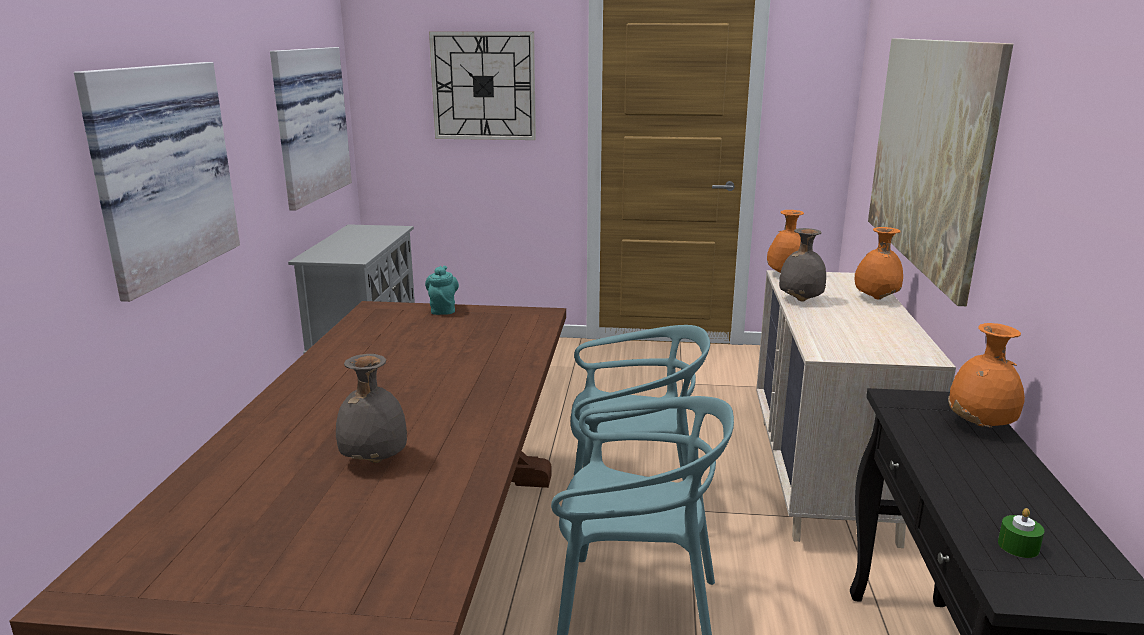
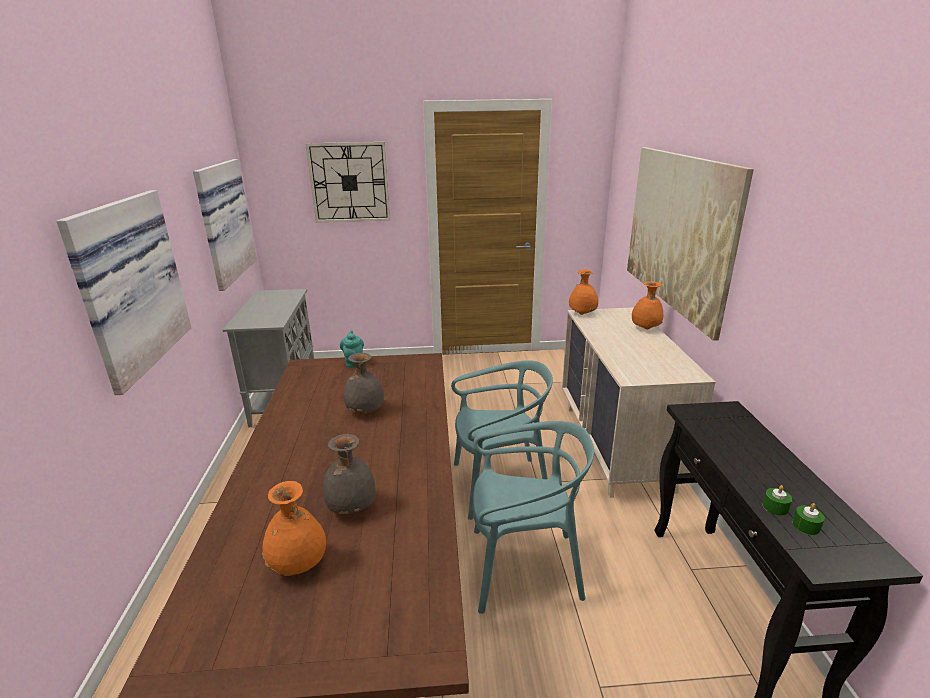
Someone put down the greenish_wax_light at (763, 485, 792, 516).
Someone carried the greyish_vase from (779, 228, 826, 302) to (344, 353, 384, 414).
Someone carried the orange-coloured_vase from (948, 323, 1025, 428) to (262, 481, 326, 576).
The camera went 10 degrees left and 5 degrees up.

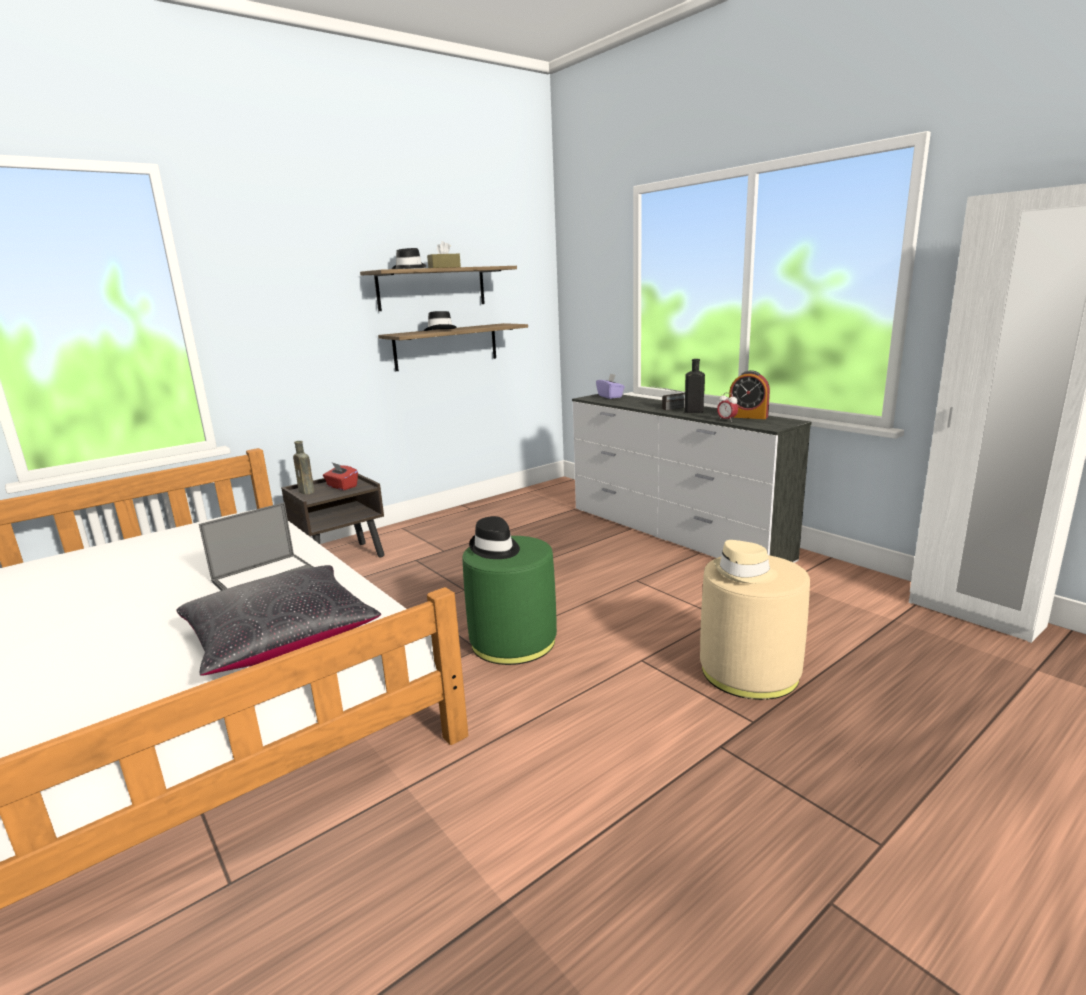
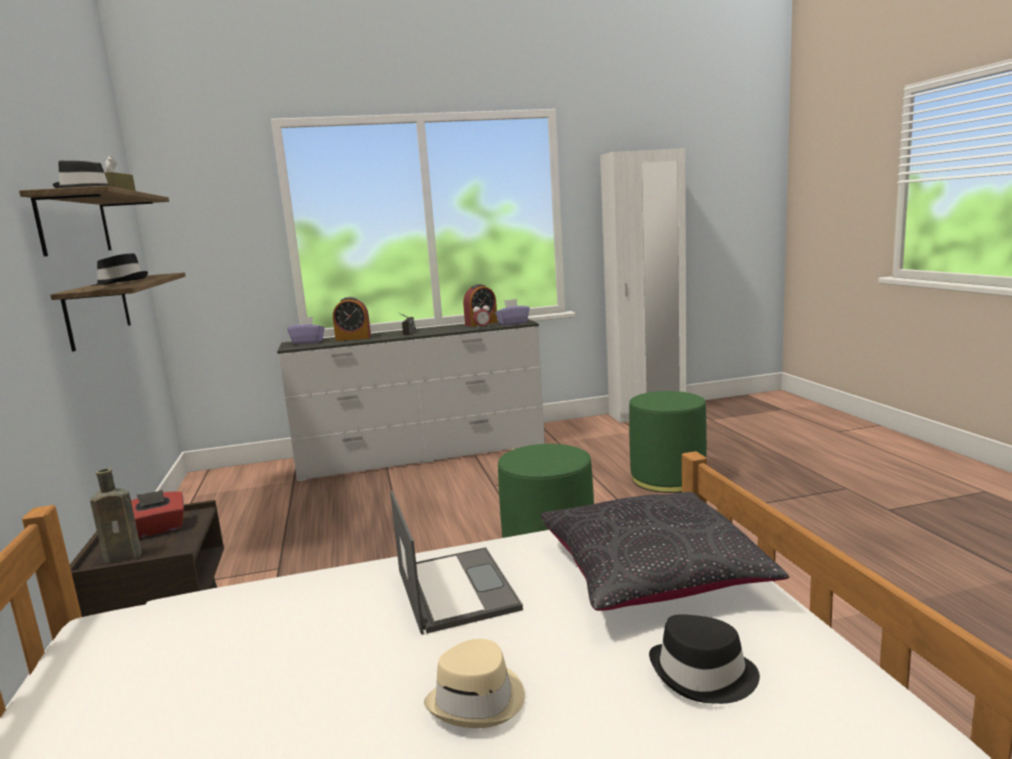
Someone took away the black-coloured_beverage_bottle at (685, 359, 705, 413).
Someone put down the alarm_clock at (333, 297, 371, 341).
Someone put down the purple-coloured_tissue_box at (495, 299, 529, 326).
Someone carried the black-coloured_hat from (469, 516, 520, 559) to (649, 614, 760, 704).
Someone carried the beige-coloured_hat from (714, 540, 778, 584) to (424, 639, 525, 728).
Someone repainted the beige-coloured_footrest at (700, 555, 810, 700), which became the greenish_footrest at (629, 391, 707, 493).
The camera went 65 degrees left and 5 degrees down.

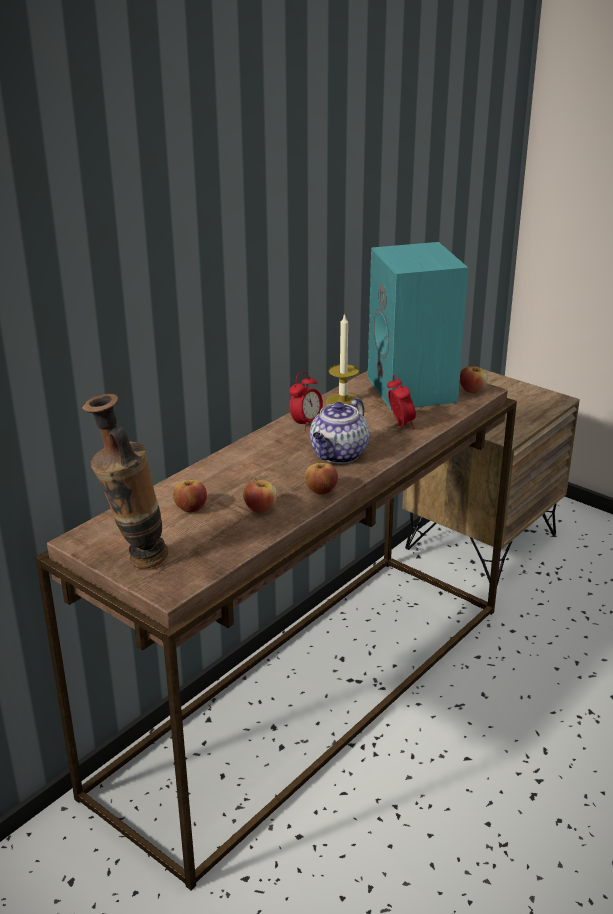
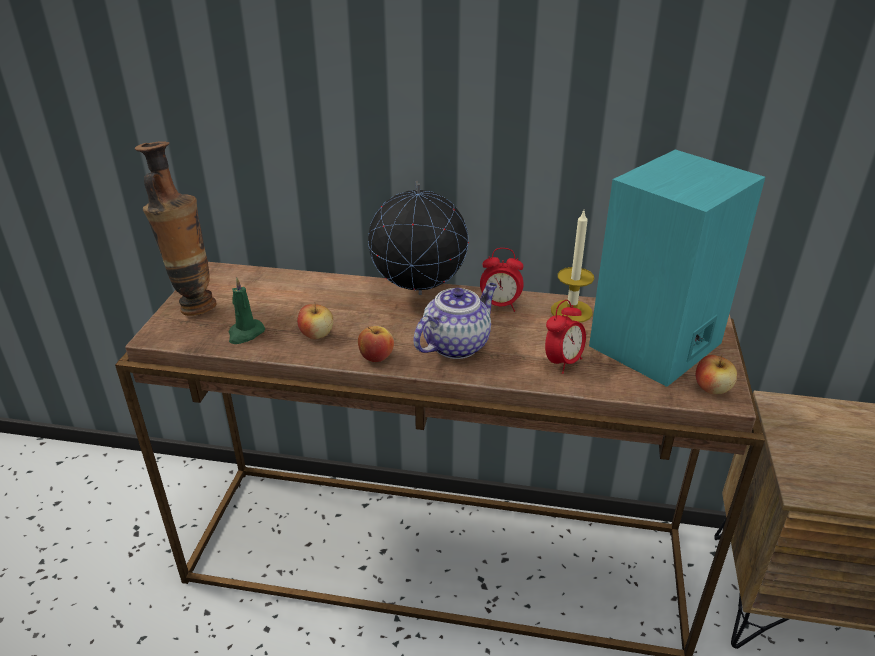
Someone took away the whole_apple at (173, 480, 207, 513).
Someone put down the greenish_wax_light at (229, 278, 265, 344).
Someone put down the globe at (368, 181, 469, 295).
Someone rotated the pot_for_tea at (310, 398, 369, 463) by 135 degrees clockwise.
The camera went 60 degrees right and 5 degrees up.

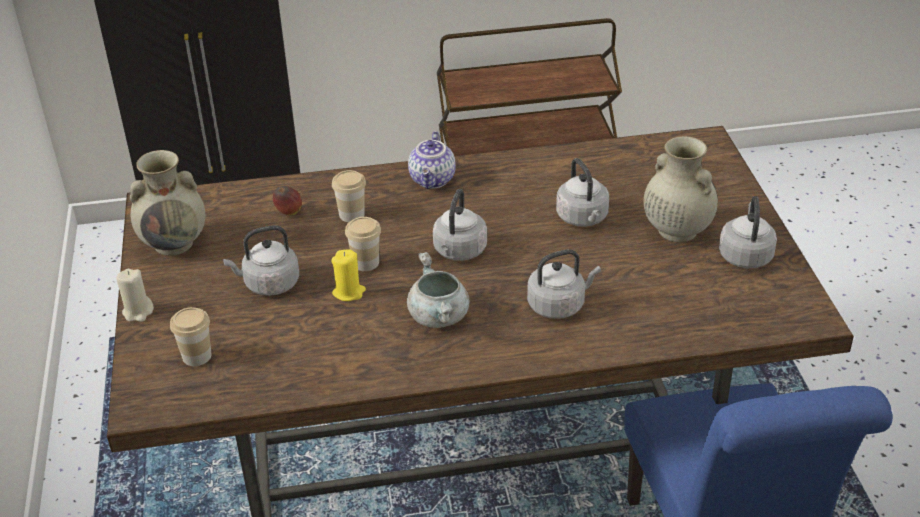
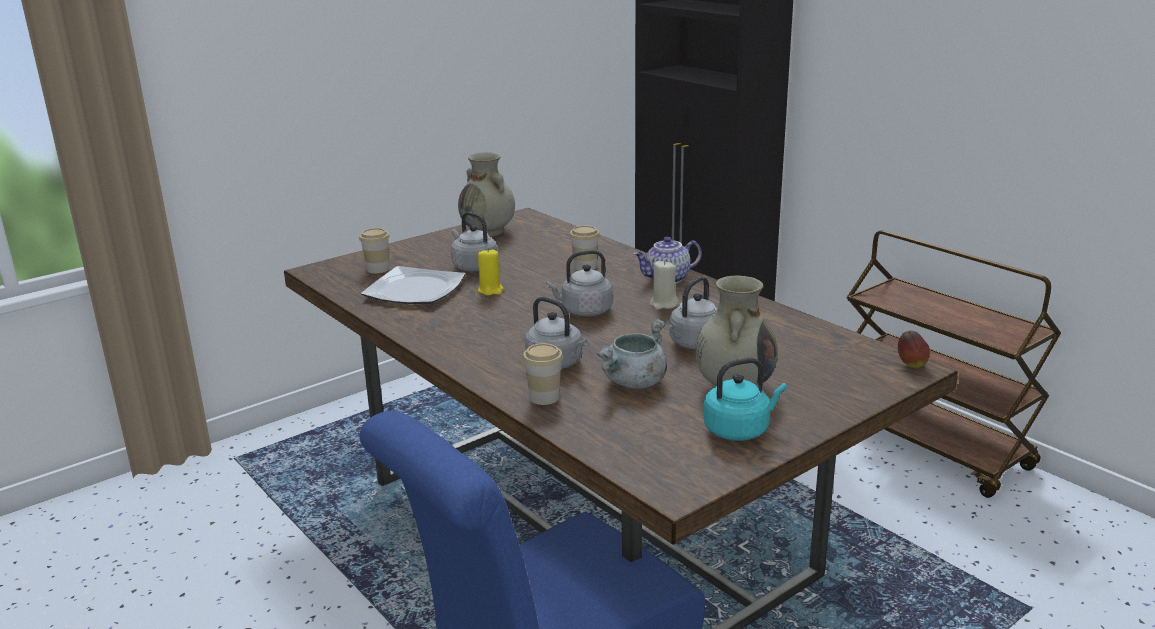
Someone put down the dinner_plate at (361, 266, 465, 304).
Someone carried the beige-coloured_wax_light from (116, 269, 154, 322) to (649, 260, 679, 310).
Someone carried the whole_apple from (273, 186, 302, 215) to (898, 331, 930, 368).
Someone carried the drinking_cup from (345, 217, 381, 271) to (523, 343, 563, 405).
Someone carried the greyish_saucepot from (407, 252, 469, 328) to (596, 319, 667, 389).
Someone repainted the greyish_kettle at (719, 196, 777, 268), which became the turquoise-coloured_kettle at (704, 358, 787, 441).
The camera went 60 degrees right and 15 degrees down.

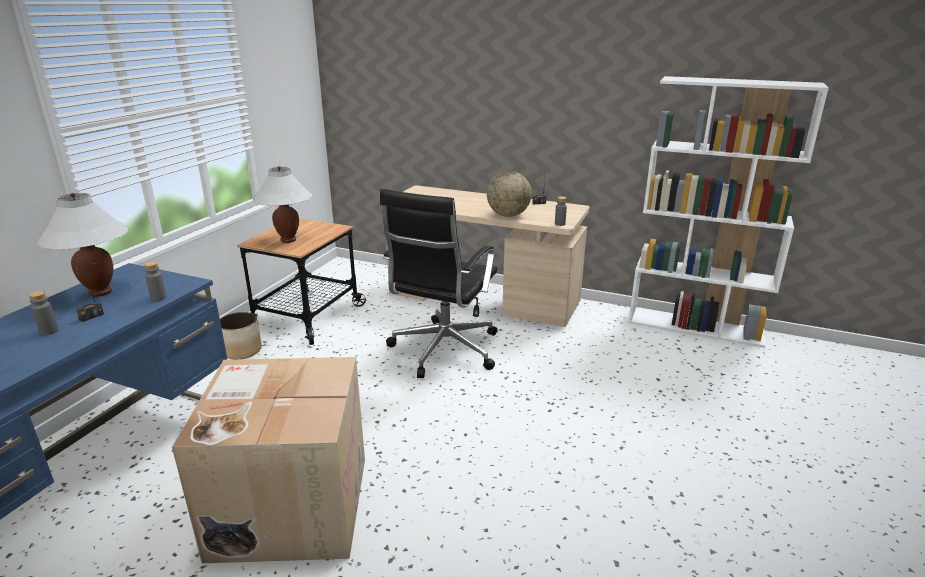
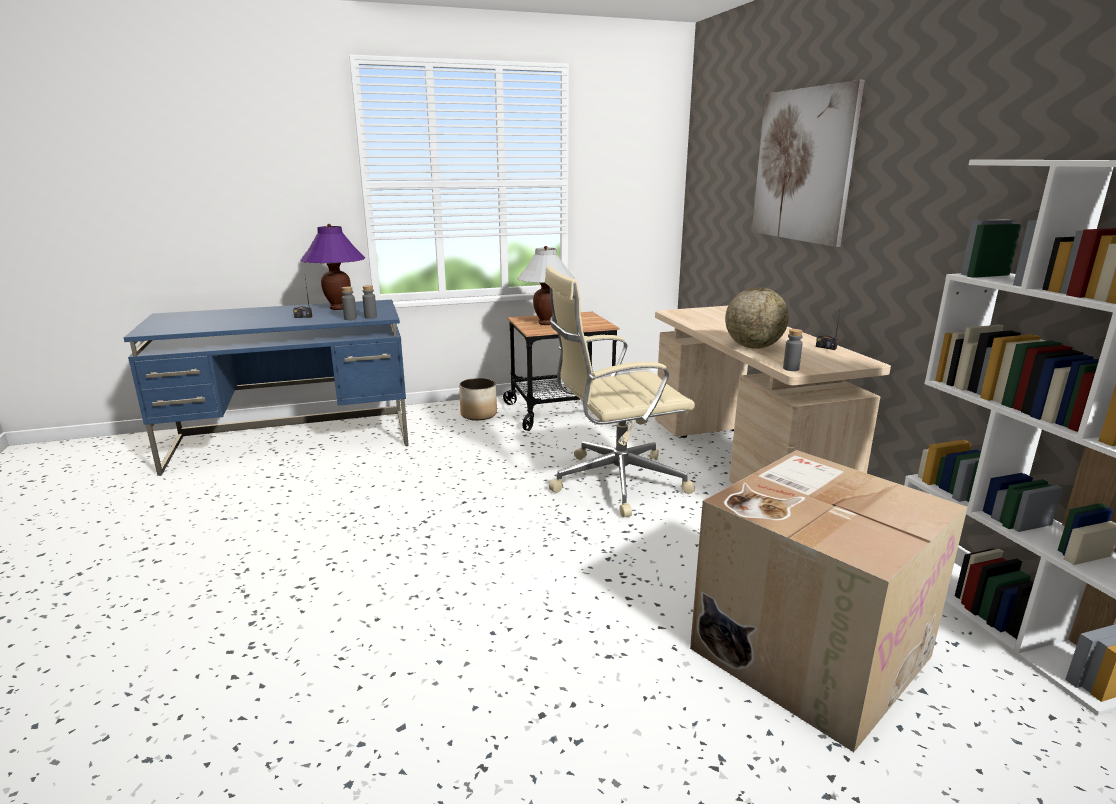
Someone put up the wall_art at (752, 80, 864, 247).
Someone carried the greyish_beverage_bottle from (29, 291, 59, 335) to (362, 285, 377, 319).
Someone carried the packing_box from (172, 357, 365, 563) to (690, 450, 968, 752).
Someone repainted the whitish_table_lamp at (37, 193, 129, 297), which became the purple-coloured_table_lamp at (300, 224, 365, 310).
Someone repainted the black-coloured_office_chair at (380, 189, 497, 378), which became the beige-coloured_office_chair at (545, 266, 695, 517).
The camera went 50 degrees right and 5 degrees down.

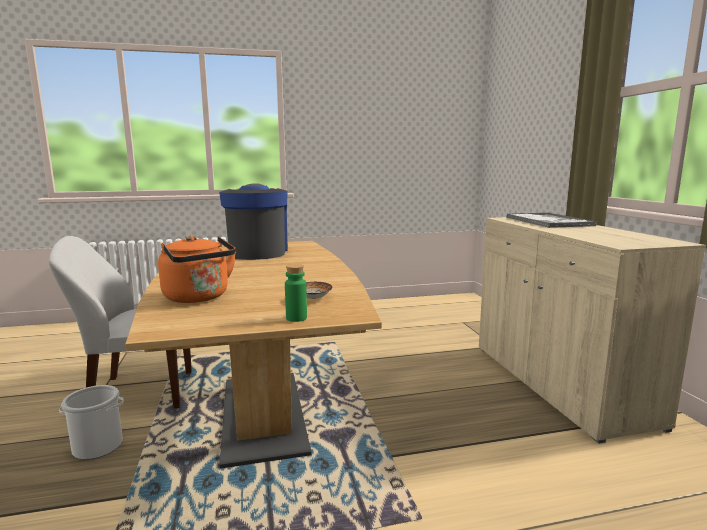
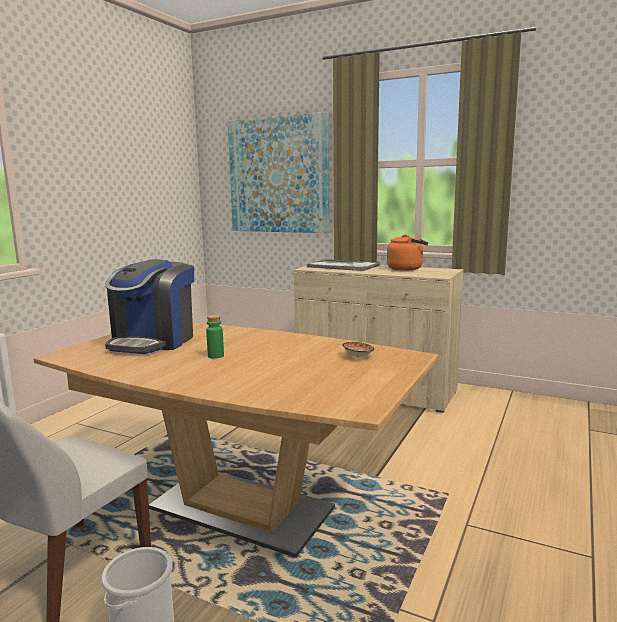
Someone put up the wall_art at (228, 112, 330, 233).
Someone carried the orange-coloured_kettle from (158, 235, 236, 303) to (387, 234, 428, 271).
Someone carried the greenish_beverage_bottle from (285, 264, 307, 322) to (206, 315, 224, 359).
Someone rotated the coffee_maker at (219, 183, 288, 260) by 105 degrees counterclockwise.
The camera went 50 degrees left and 0 degrees up.

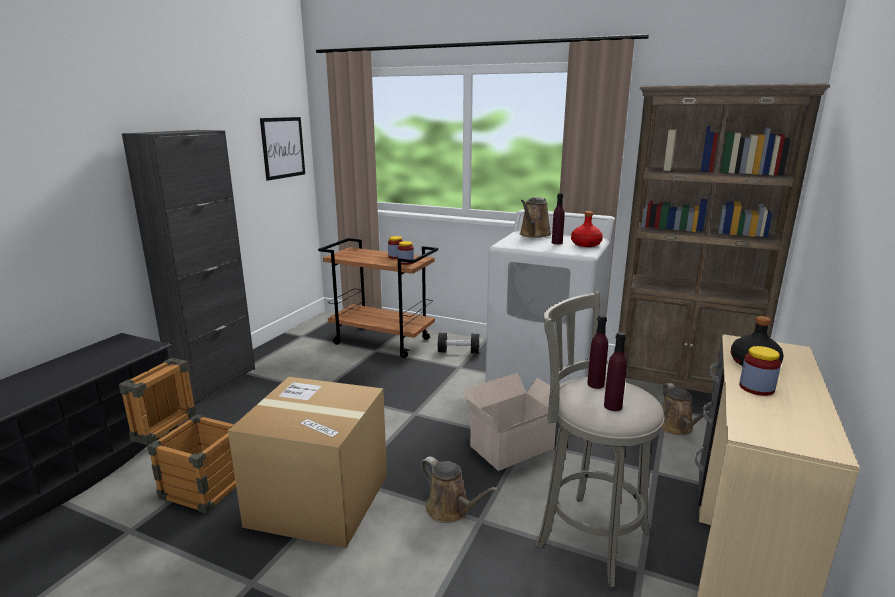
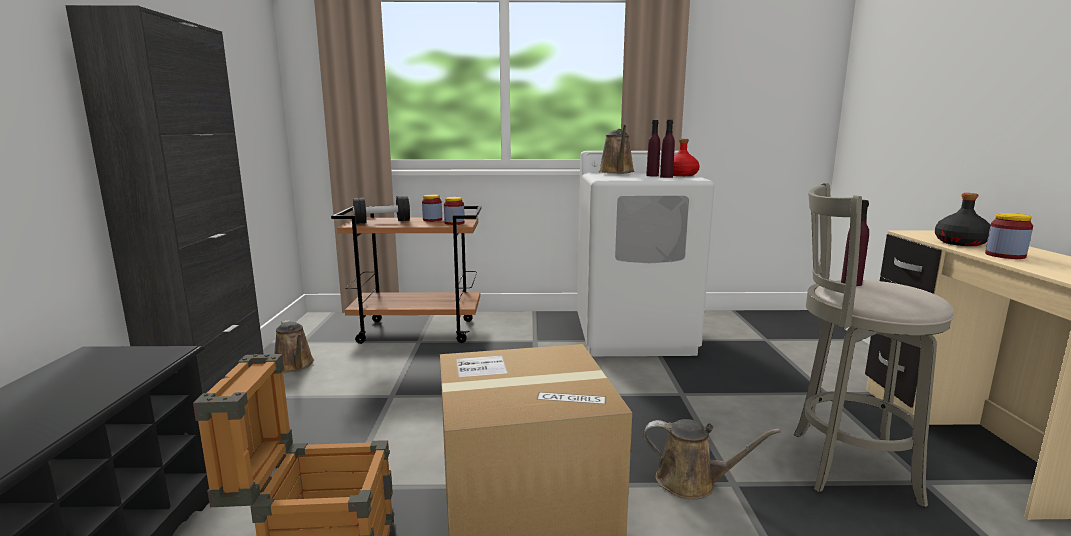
Someone took away the wall_art at (260, 117, 305, 181).
Someone took away the packing_box at (462, 373, 556, 471).
Someone took away the brown_bookshelf at (618, 83, 830, 394).
Someone carried the black-coloured_hand_weight from (437, 333, 480, 354) to (353, 196, 410, 224).
Someone carried the purple-coloured_beverage_bottle from (604, 332, 627, 411) to (660, 120, 675, 178).
Someone carried the brown_watering_pot from (661, 383, 709, 435) to (275, 320, 314, 372).
The camera went 25 degrees left and 5 degrees down.

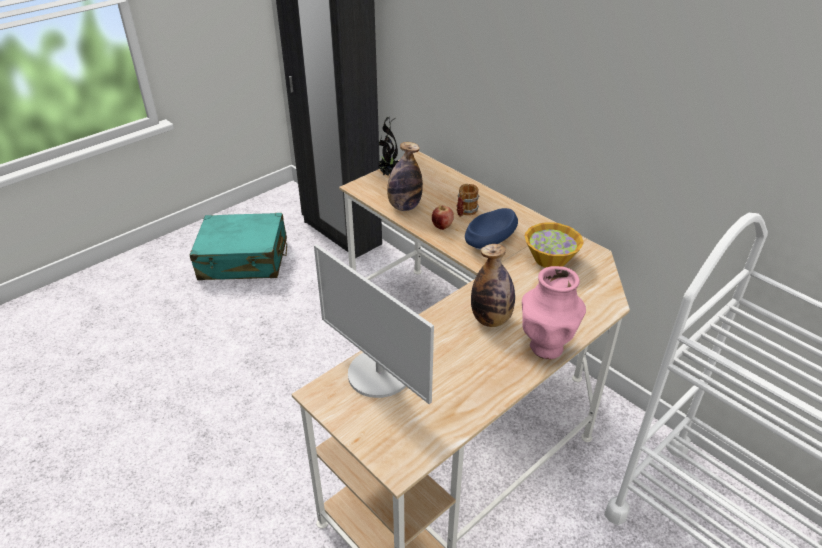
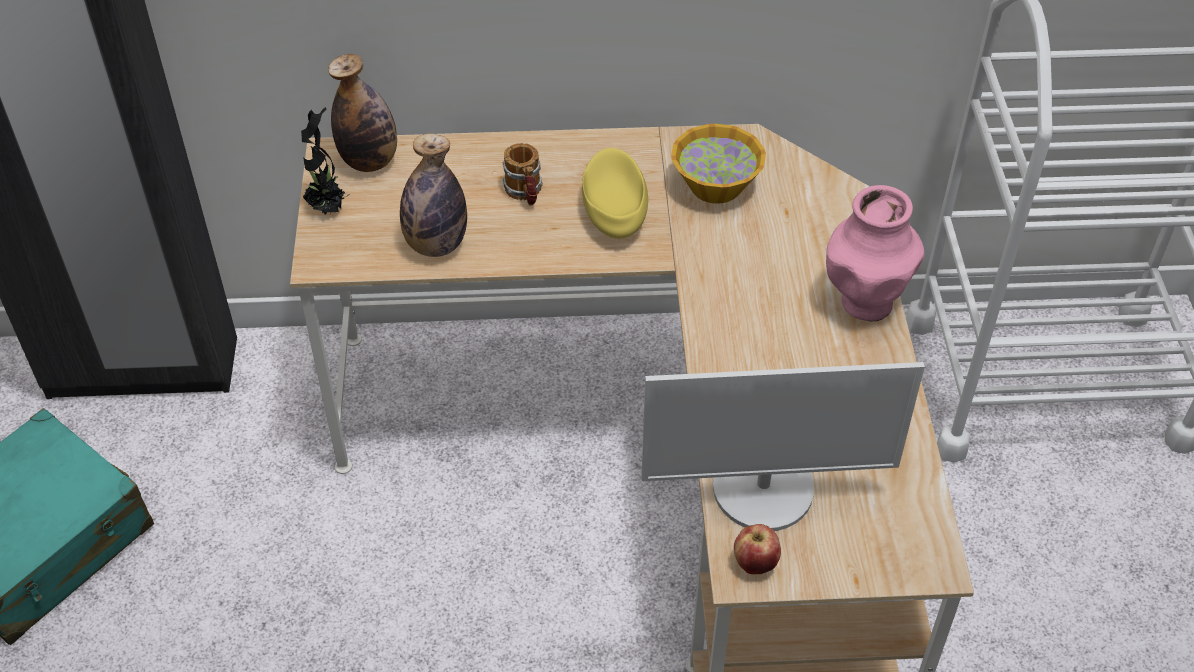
Someone carried the whole_apple from (432, 206, 454, 230) to (734, 524, 781, 574).
Someone carried the beverage_bottle from (471, 244, 515, 327) to (328, 54, 397, 172).
Someone repainted the blue-coloured_bowl at (465, 208, 518, 250), which became the yellow-coloured_bowl at (582, 148, 648, 238).
The camera went 50 degrees left and 10 degrees up.

